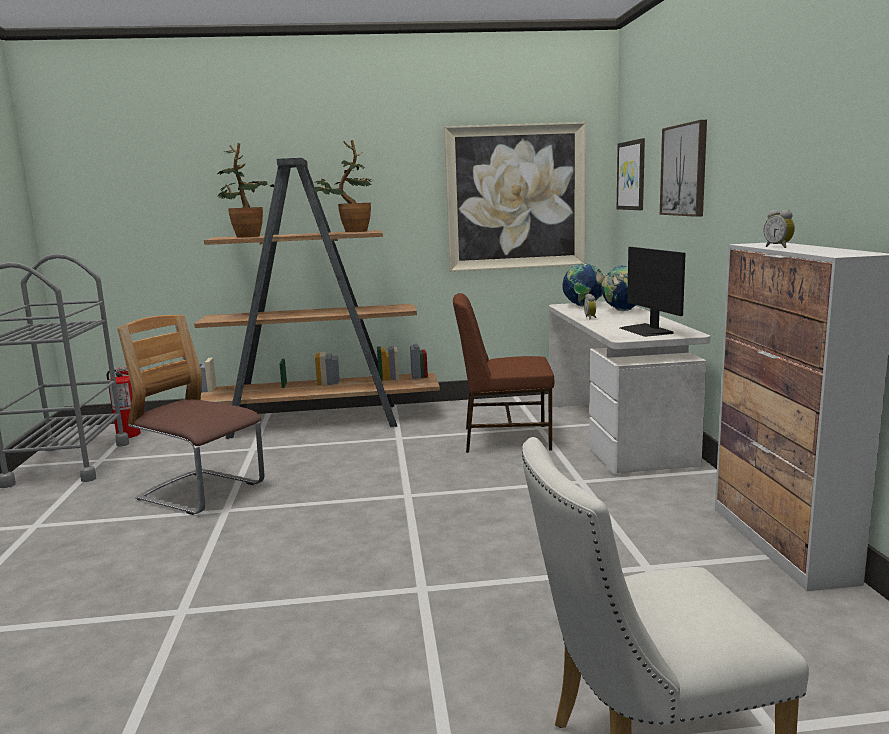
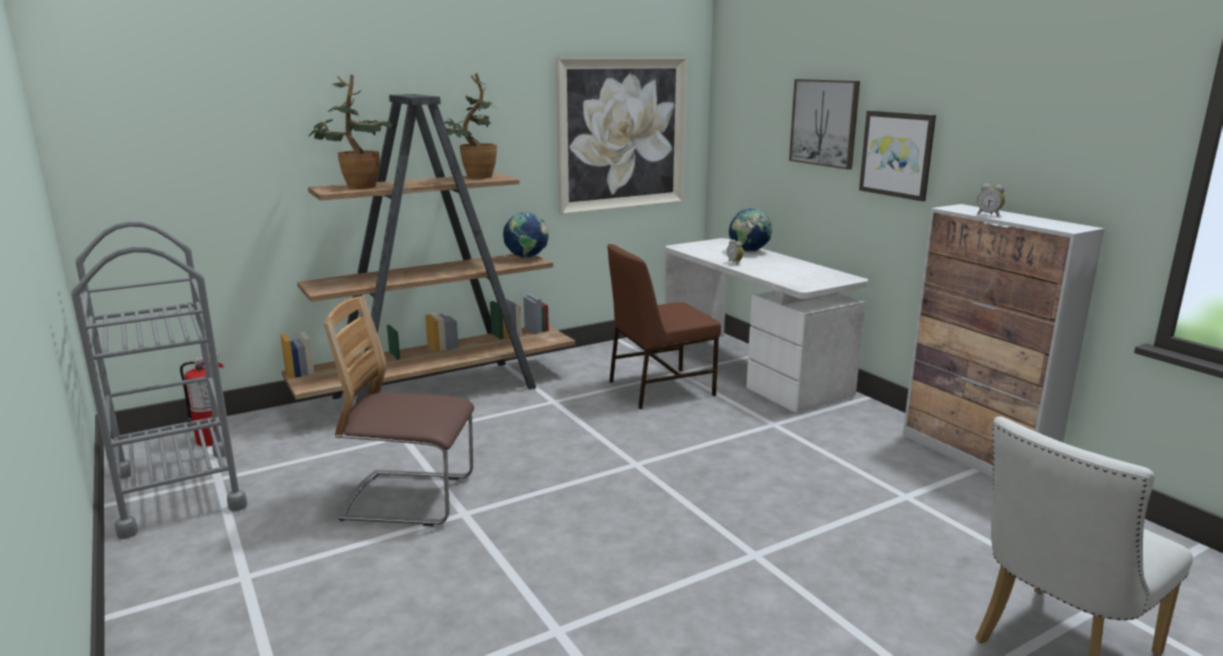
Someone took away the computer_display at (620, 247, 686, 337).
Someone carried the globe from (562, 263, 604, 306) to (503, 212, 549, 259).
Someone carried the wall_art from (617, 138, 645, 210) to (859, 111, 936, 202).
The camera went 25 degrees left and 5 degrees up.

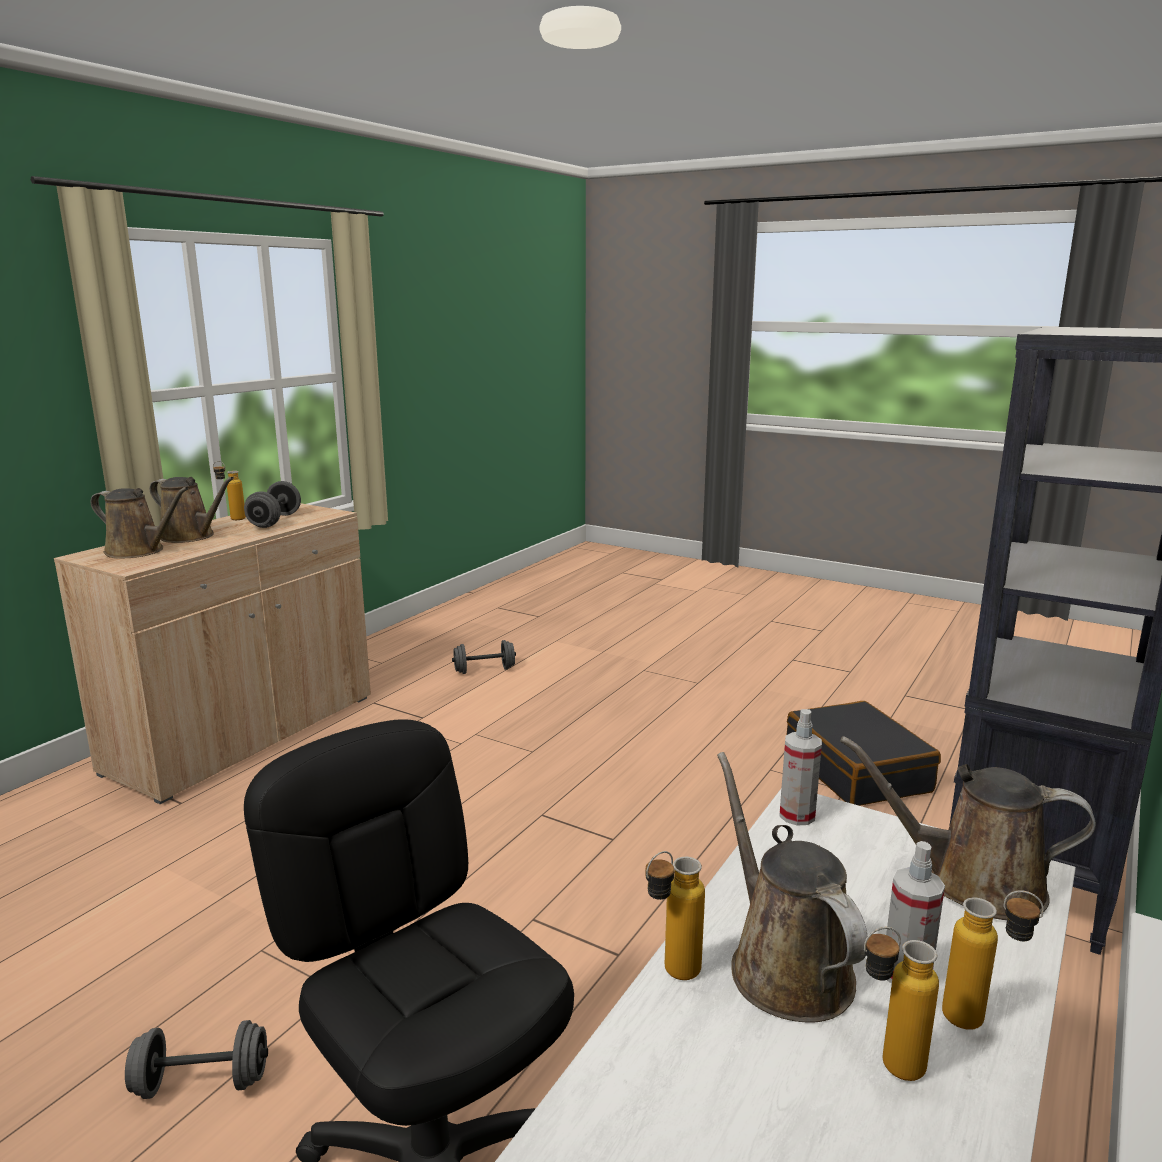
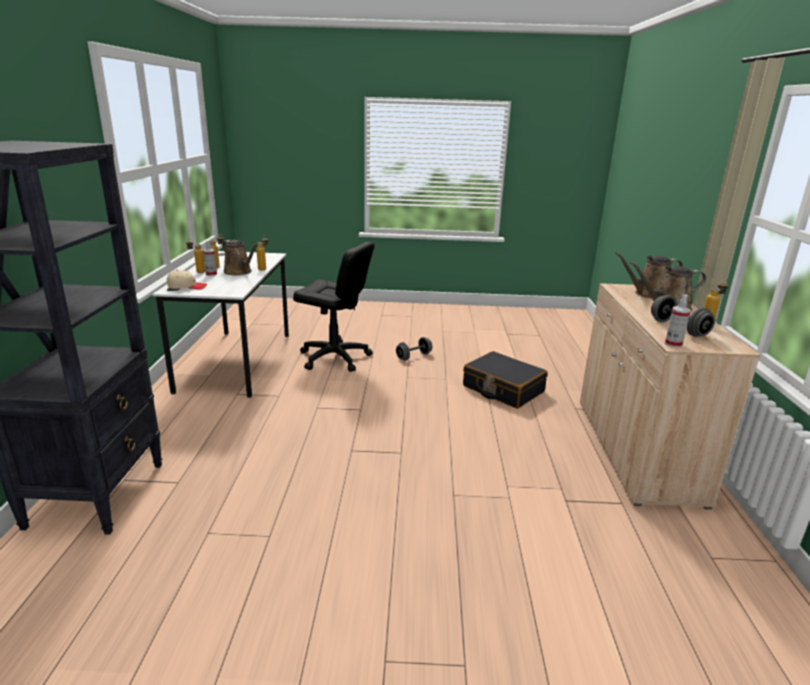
Someone took away the greyish_hand_weight at (452, 640, 516, 674).
Someone carried the hand_sprayer from (779, 709, 822, 825) to (665, 295, 691, 348).
Someone carried the black-coloured_suitcase from (787, 701, 941, 806) to (463, 351, 548, 409).
Someone swapped the brown_watering_pot at (840, 736, 1096, 920) for the beige-coloured_baseball_cap at (167, 270, 207, 289).
The camera went 150 degrees right and 5 degrees up.

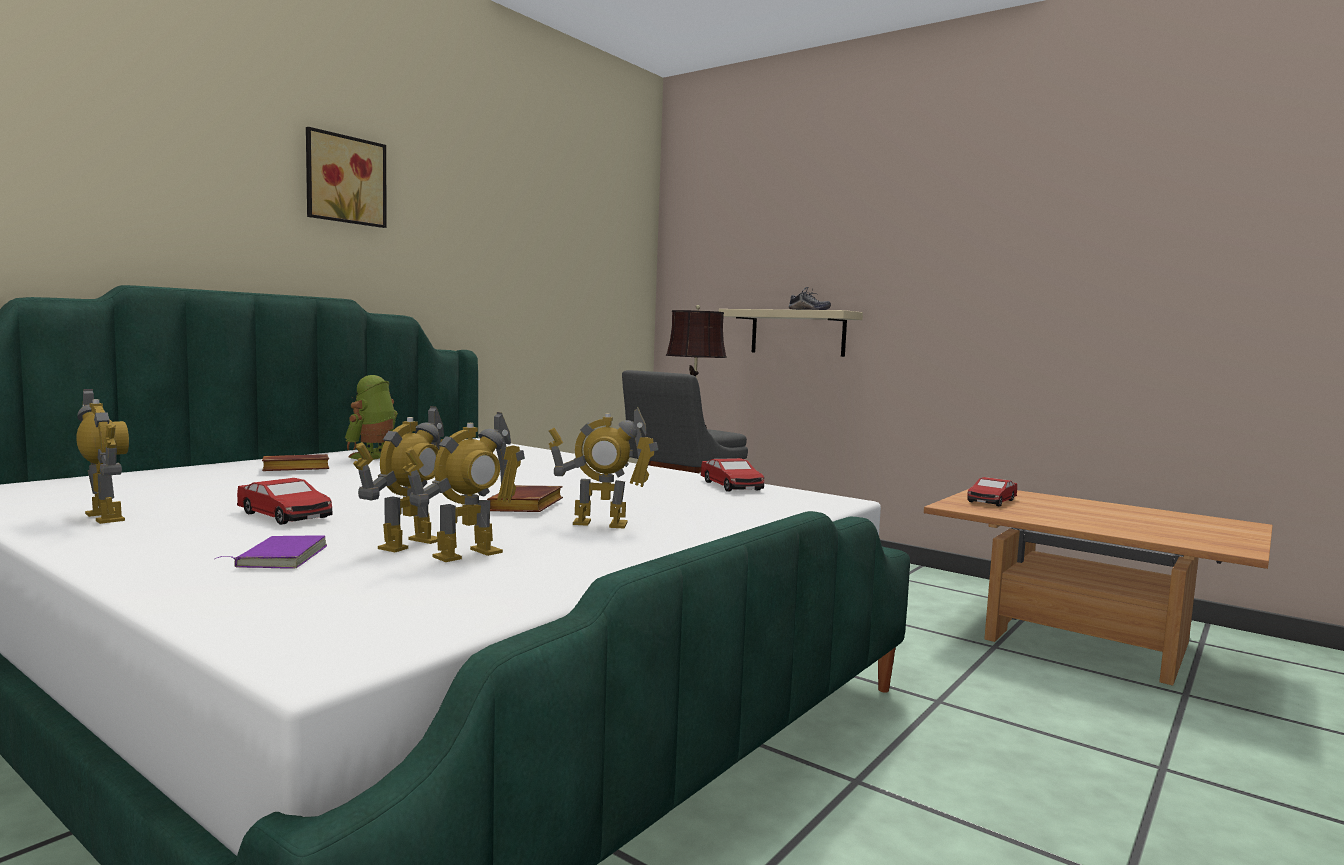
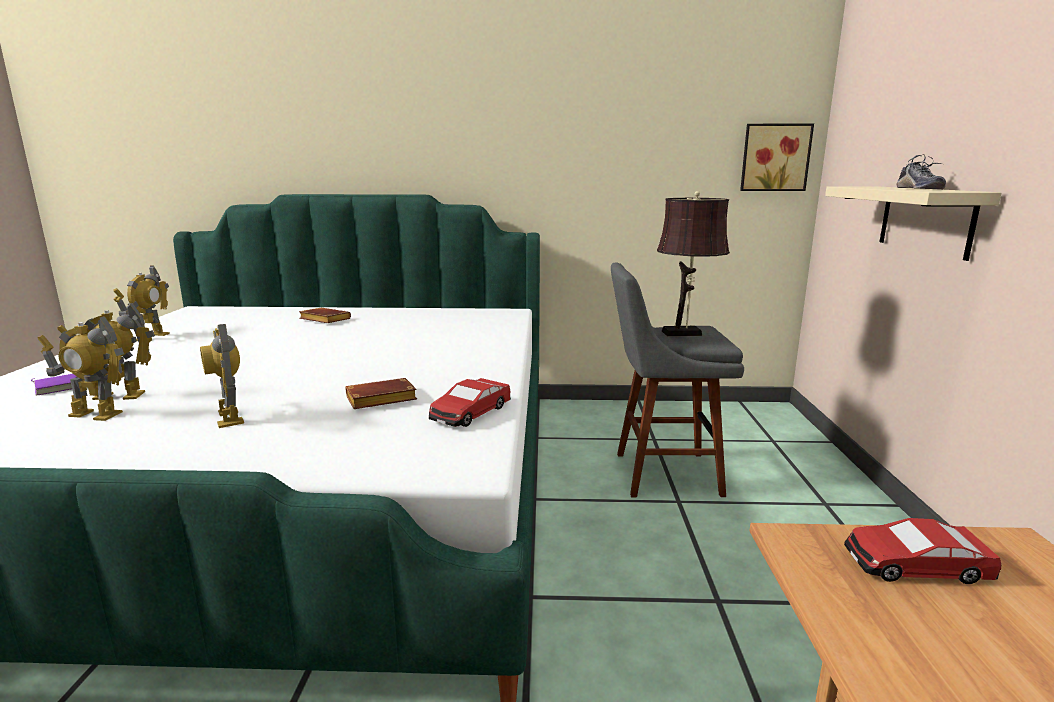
Someone took away the model_car at (237, 478, 332, 525).
Someone took away the robot_figure at (345, 375, 398, 460).
Someone carried the wall_art from (306, 127, 387, 228) to (740, 124, 814, 191).
Someone carried the brown_bound_book from (487, 485, 563, 512) to (345, 378, 417, 409).
The camera went 55 degrees right and 10 degrees up.

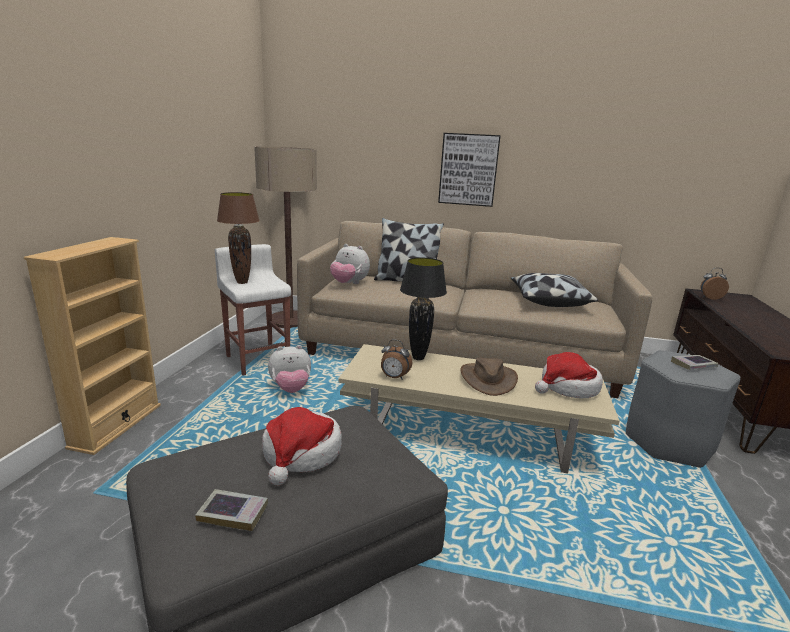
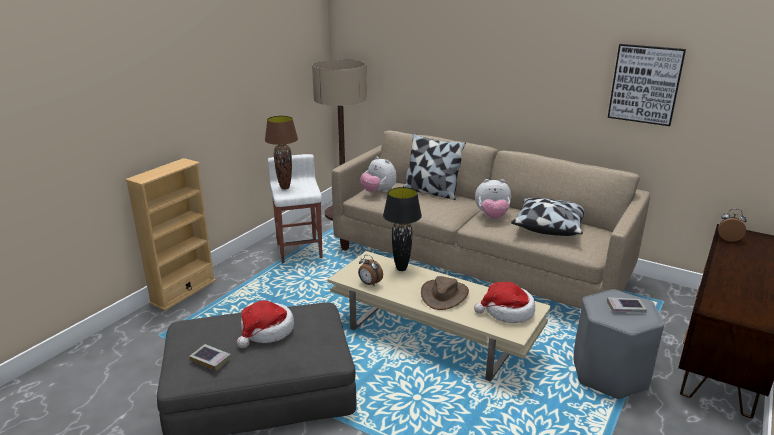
Someone carried the soft_toy from (268, 345, 311, 393) to (475, 179, 511, 219).
Someone carried the wall_art from (438, 133, 501, 207) to (608, 44, 686, 126).
The camera went 20 degrees right and 5 degrees up.

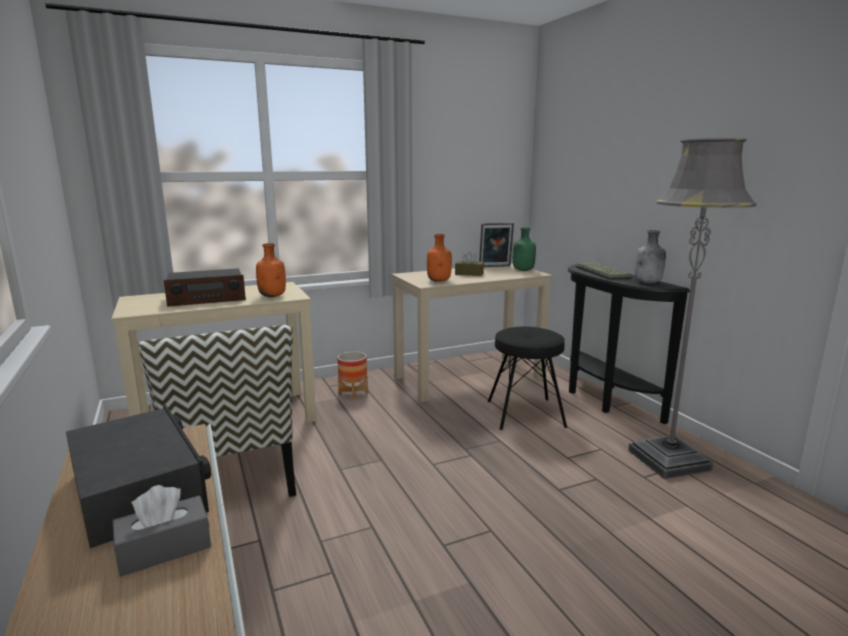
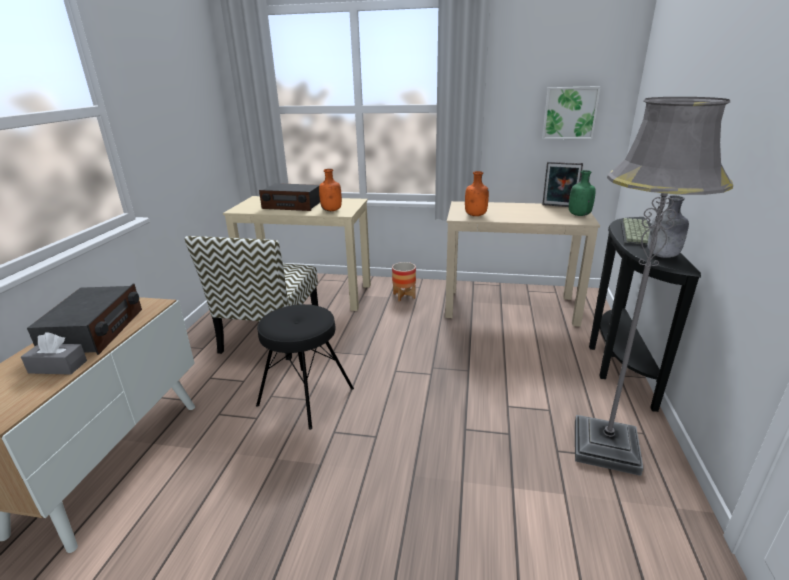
Someone took away the brown_tissue_box at (455, 252, 484, 276).
Someone put up the wall_art at (542, 86, 601, 139).
Someone carried the black-coloured_stool_seat from (488, 327, 567, 430) to (256, 304, 354, 430).
The camera went 35 degrees right and 10 degrees up.

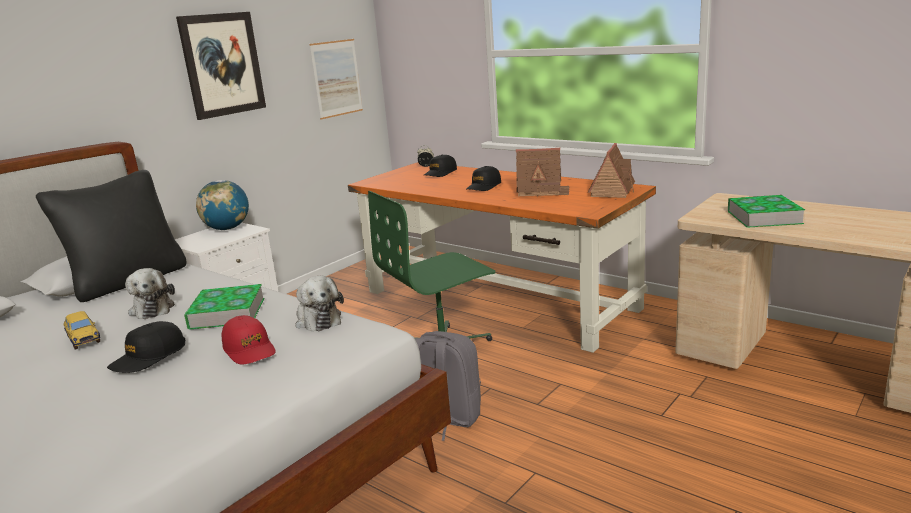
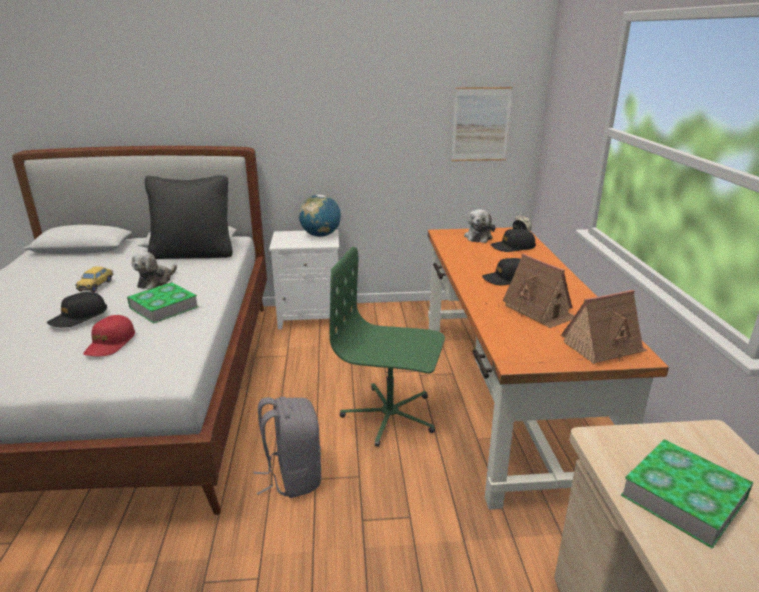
Someone took away the wall_art at (176, 12, 266, 120).
Someone carried the soft_toy from (295, 276, 344, 331) to (464, 209, 496, 243).
Someone rotated the black-coloured_baseball_cap at (107, 321, 185, 373) by 45 degrees counterclockwise.
The camera went 45 degrees right and 5 degrees up.

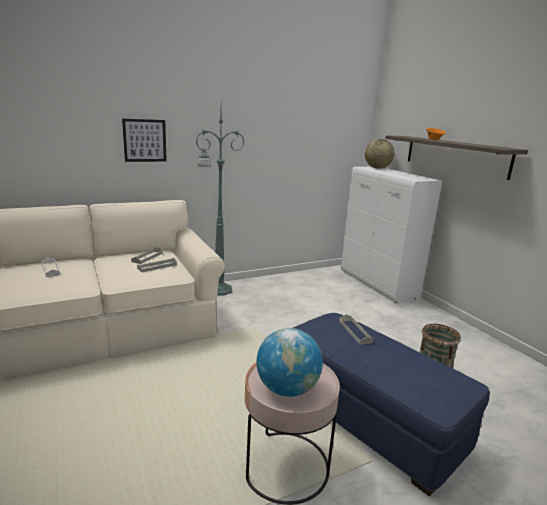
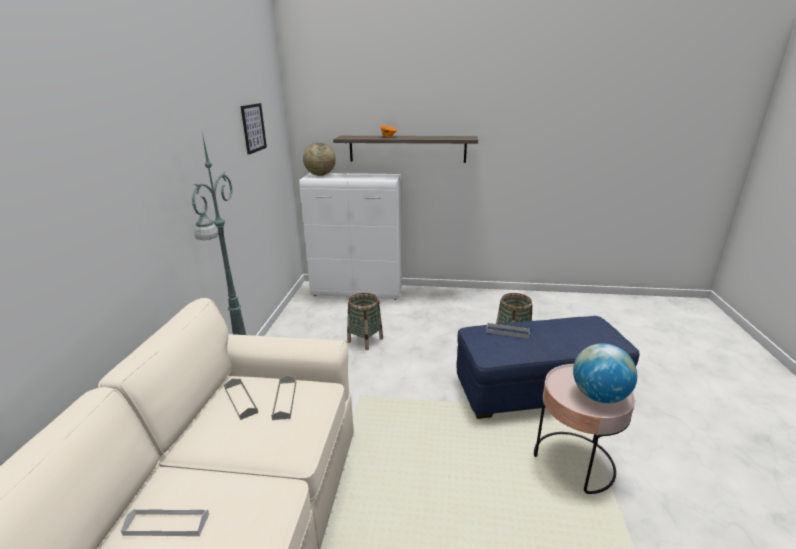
Someone put down the household_basket at (347, 293, 383, 350).
Someone carried the wall_art from (122, 119, 167, 162) to (241, 103, 267, 155).
The camera went 55 degrees left and 5 degrees up.

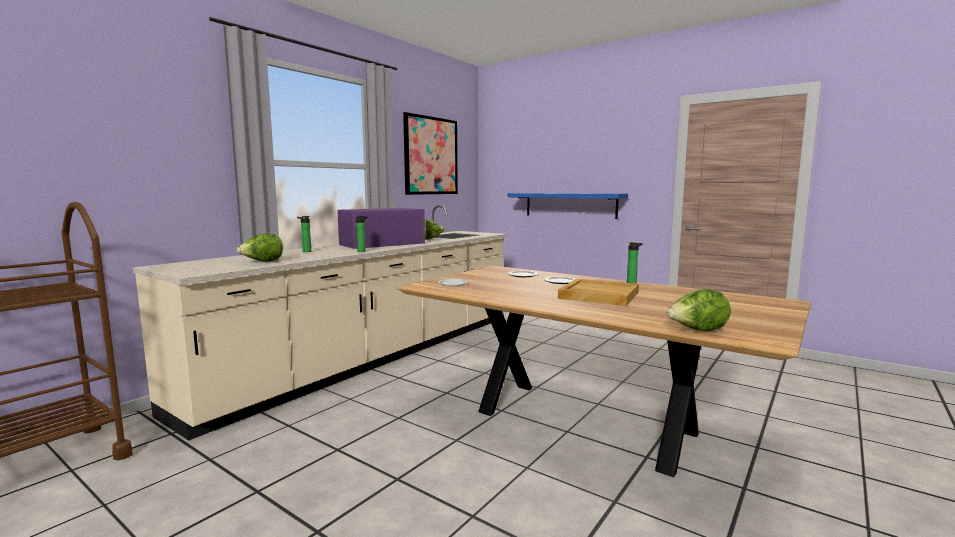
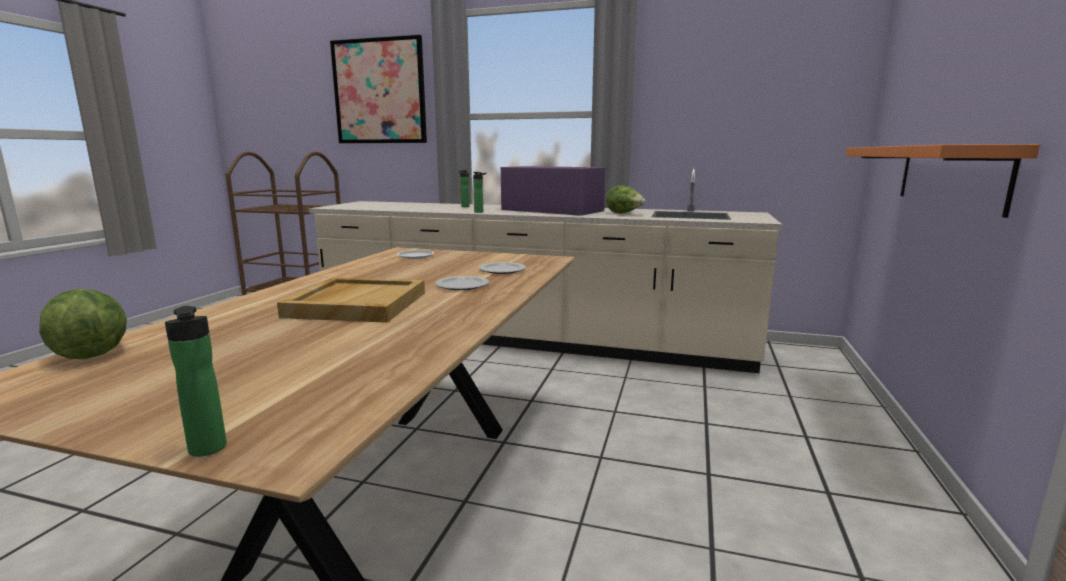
Someone took away the lettuce at (237, 233, 283, 262).
Someone carried the wall_art from (403, 112, 458, 195) to (330, 35, 427, 143).
Someone carried the beverage_bottle from (627, 242, 643, 284) to (165, 306, 227, 457).
Someone repainted the blue-coloured_shelf at (508, 193, 628, 219), which became the orange-coloured_shelf at (846, 144, 1040, 218).
The camera went 70 degrees right and 5 degrees up.

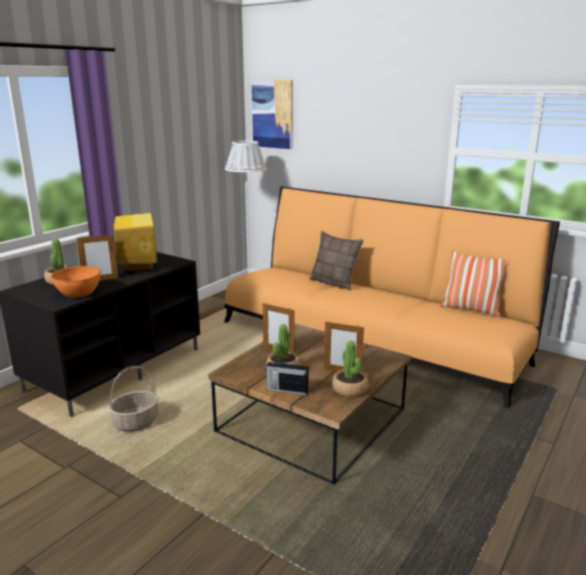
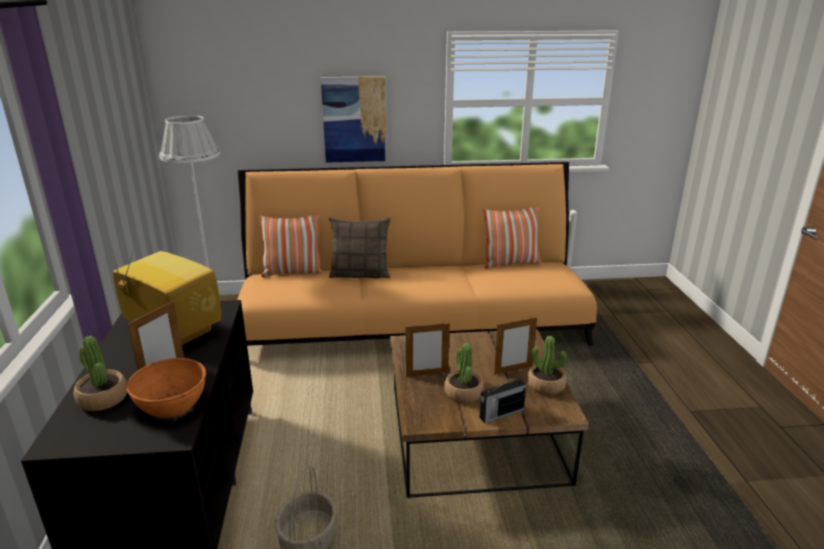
Someone put down the cushion at (259, 215, 323, 277).
Someone carried the wall_art from (252, 80, 293, 149) to (321, 76, 387, 163).
The camera went 40 degrees left and 5 degrees up.

